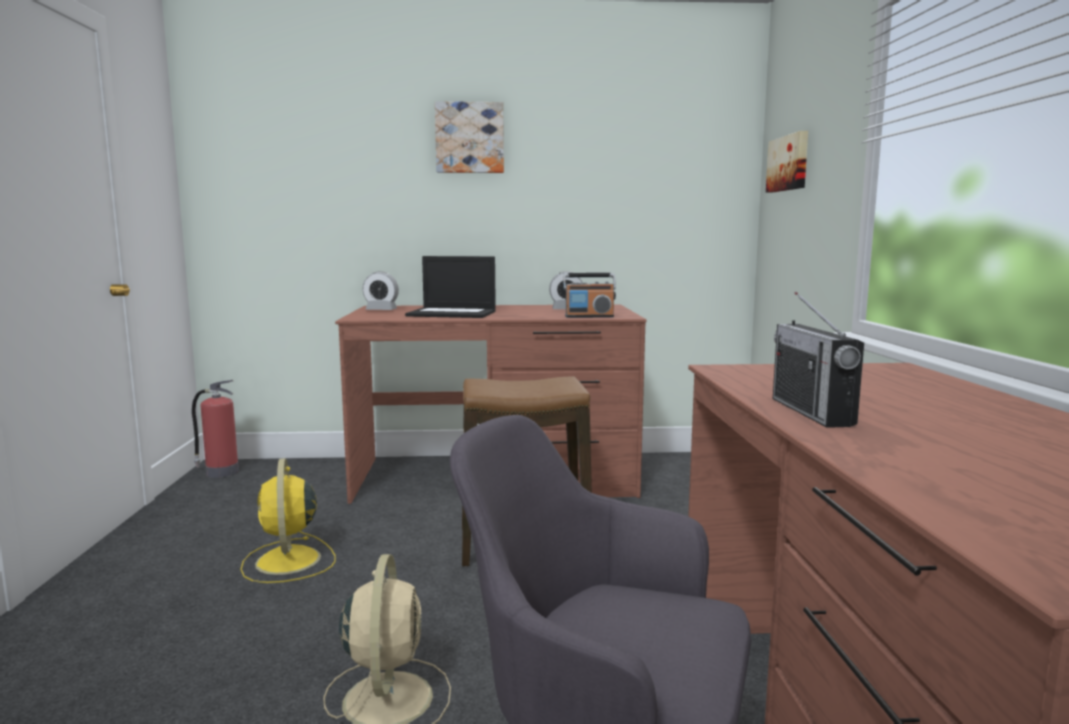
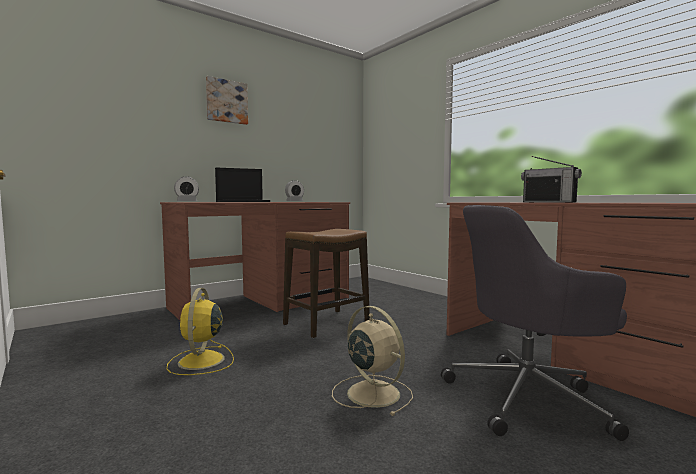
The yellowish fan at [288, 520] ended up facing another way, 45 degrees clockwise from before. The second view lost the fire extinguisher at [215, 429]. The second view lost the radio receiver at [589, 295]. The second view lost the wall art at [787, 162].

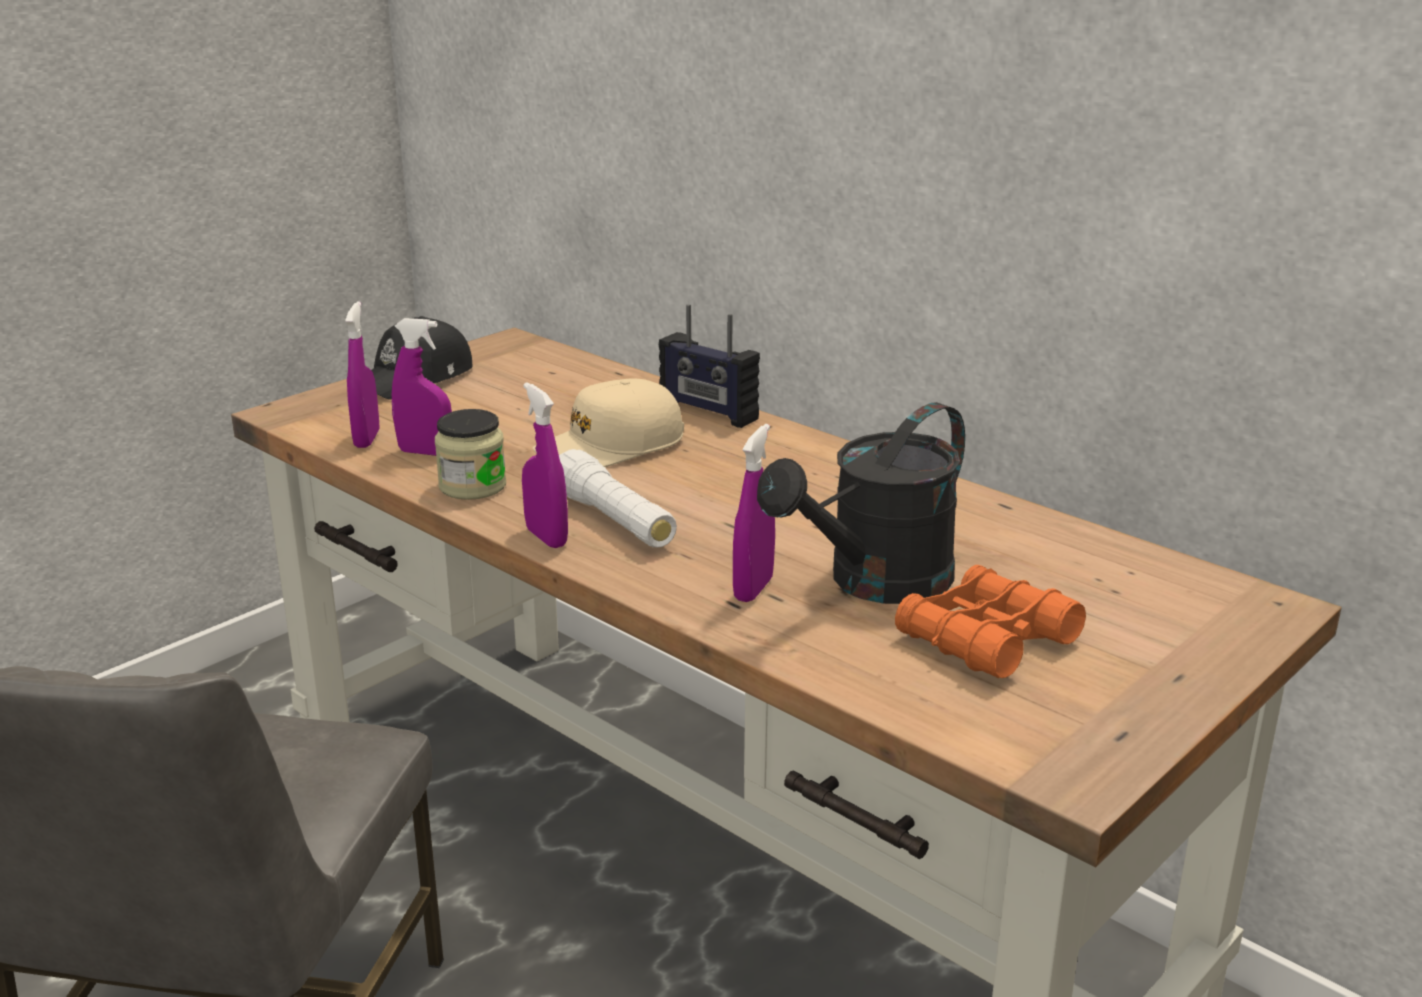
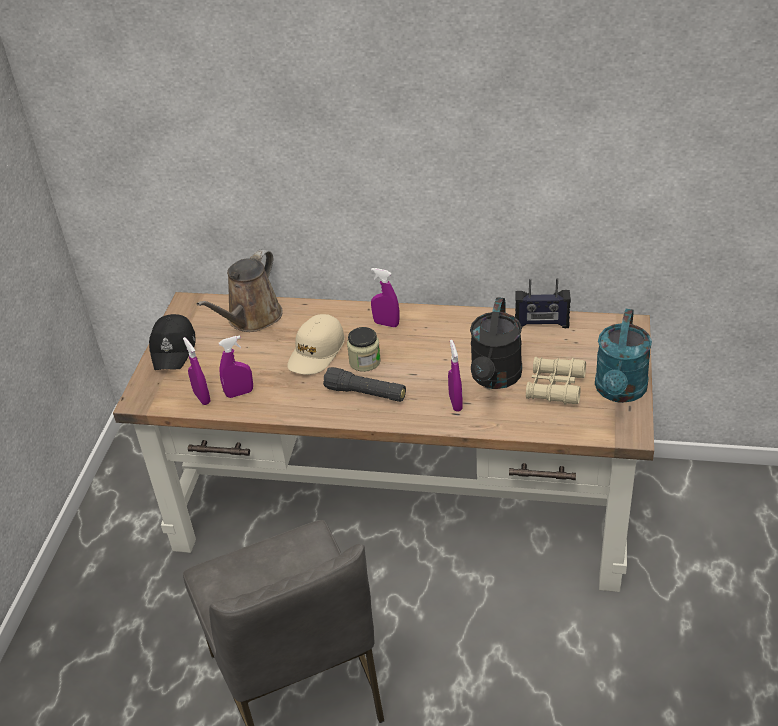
The second view gained the brown-coloured sprinkling can at [240, 291]. What was the white flashlight at [618, 498] turned into the black flashlight at [364, 384]. The storage jar ended up elsewhere, having gone from [470, 454] to [364, 349]. The purple hand sprayer ended up elsewhere, having gone from [545, 465] to [385, 297]. The radio receiver ended up elsewhere, having gone from [709, 366] to [543, 303]. What was the orange pair of binoculars at [990, 621] turned into the sand-coloured pair of binoculars at [556, 380]. The second view gained the turquoise sprinkling can at [623, 356].

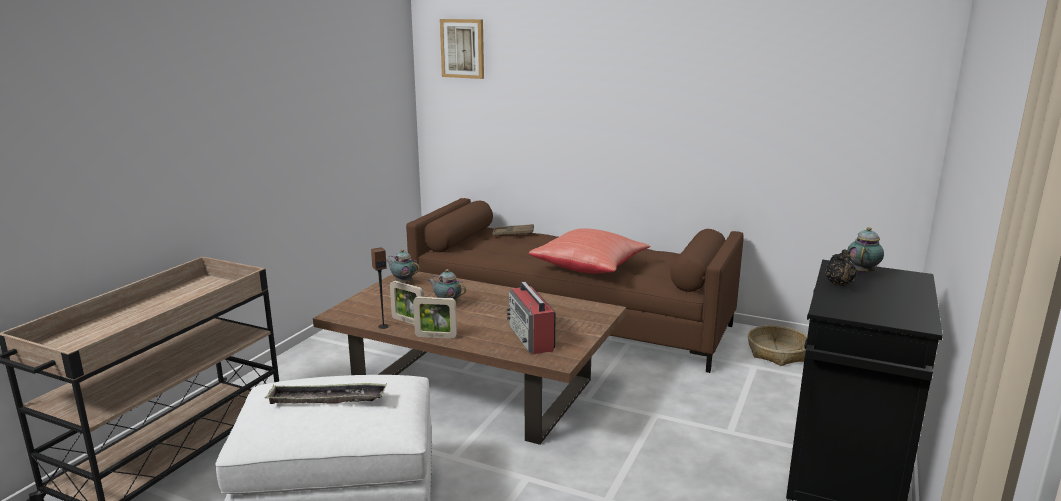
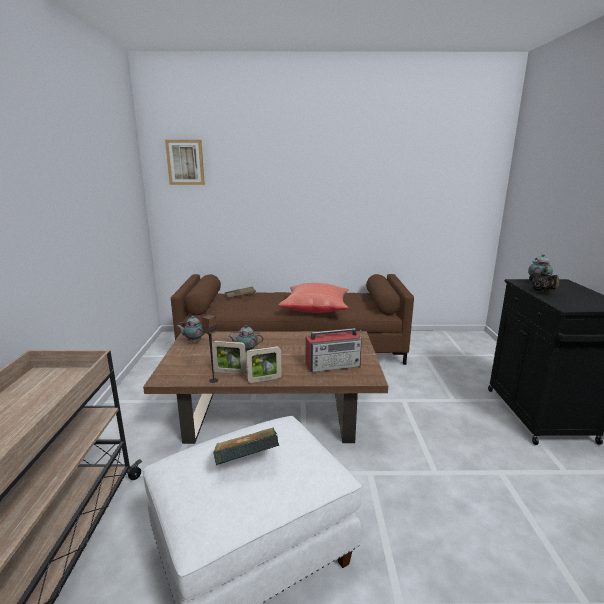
Where the tray stood at [326, 393], the bound book came to stand at [246, 446]. The radio receiver at [531, 318] ended up facing another way, 60 degrees counterclockwise from before. The second view lost the household basket at [778, 345].

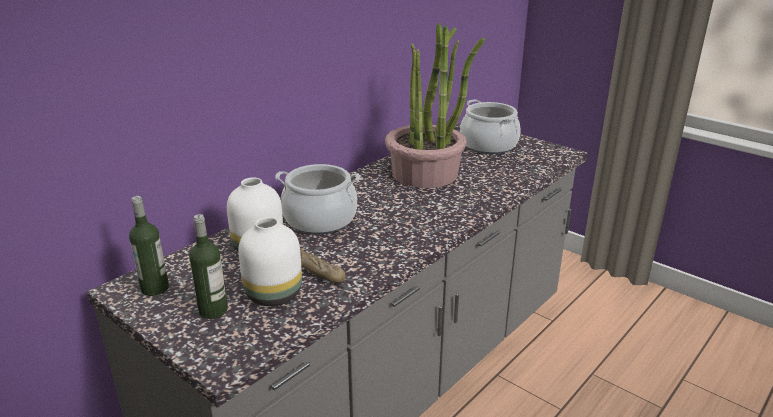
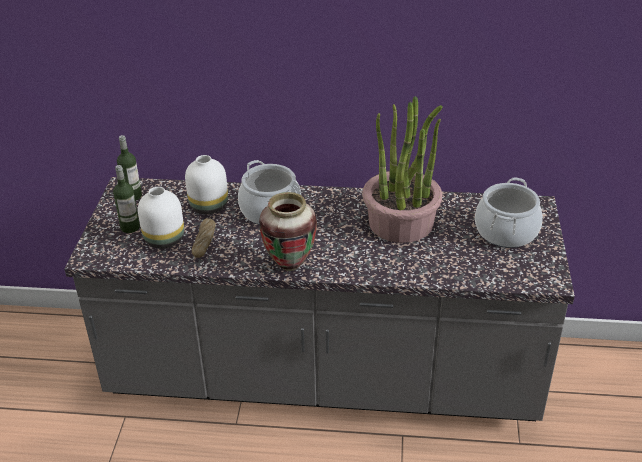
The second view gained the flower vase at [288, 231].

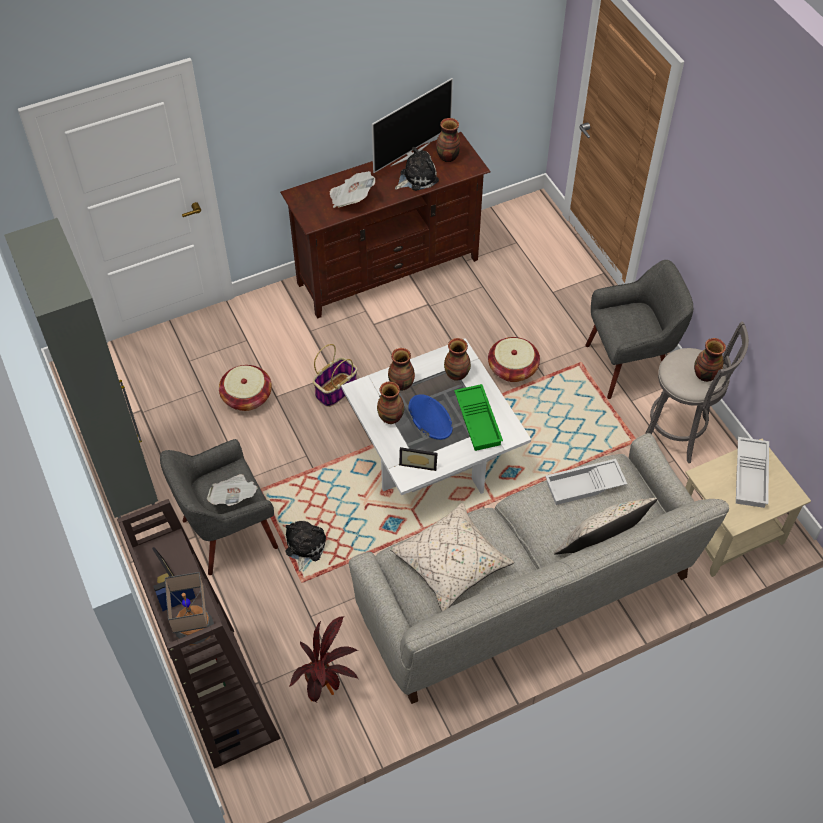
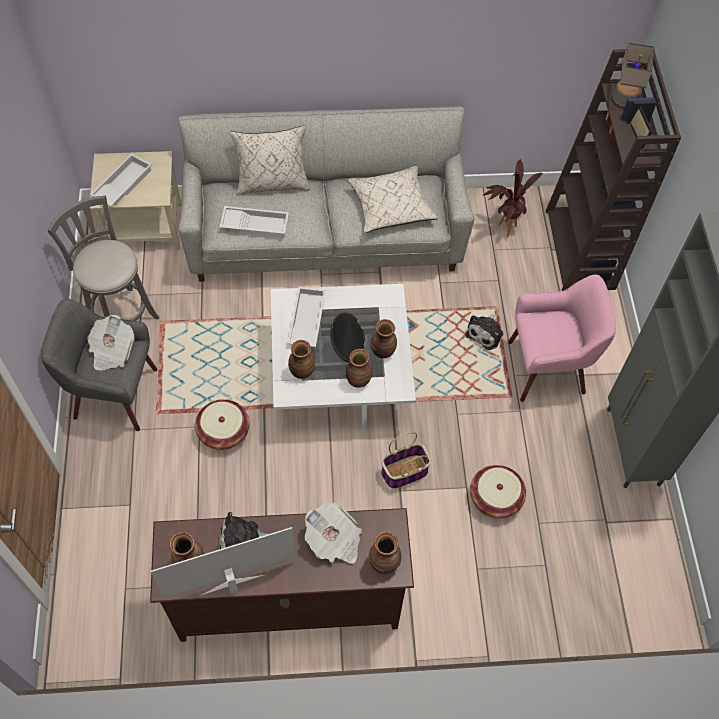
The newspaper ended up elsewhere, having gone from [232, 490] to [110, 342]. What was the green tray at [478, 417] turned into the white tray at [306, 316]. What was the blue-coloured wearable hat at [430, 417] turned into the black wearable hat at [347, 338]. The flower vase ended up elsewhere, having gone from [710, 360] to [385, 553]. What was the grey armchair at [219, 507] turned into the pink armchair at [562, 338]. The second view lost the standing frame at [418, 459].

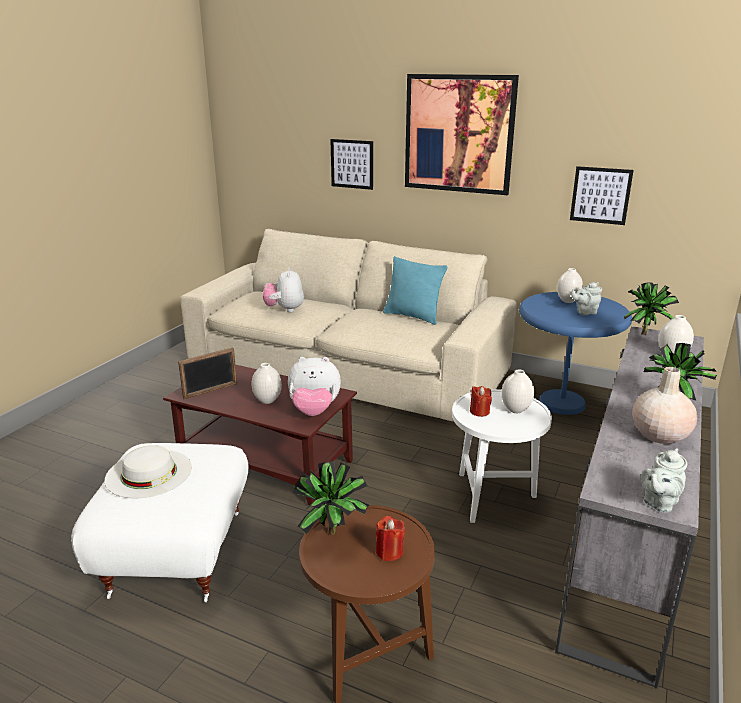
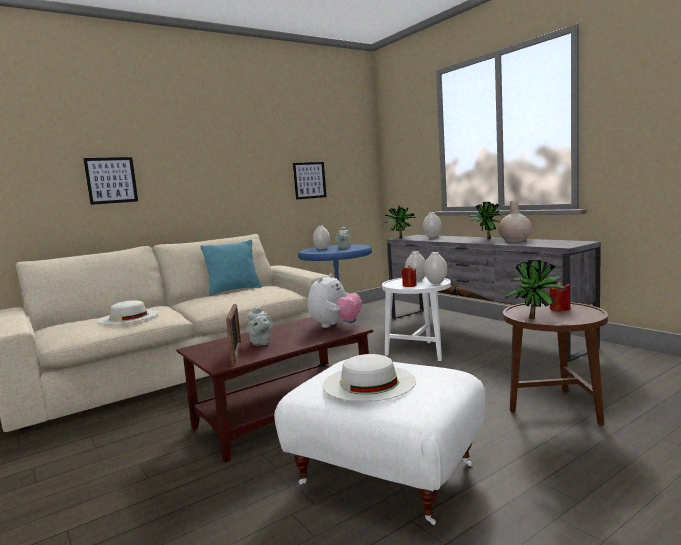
Where the cuddly toy stood at [283, 290], the white wearable hat came to stand at [128, 312]. The grey teapot ended up elsewhere, having gone from [664, 480] to [260, 326]. The white flower vase ended up elsewhere, having gone from [266, 383] to [435, 268]. The second view lost the wall art at [462, 134].

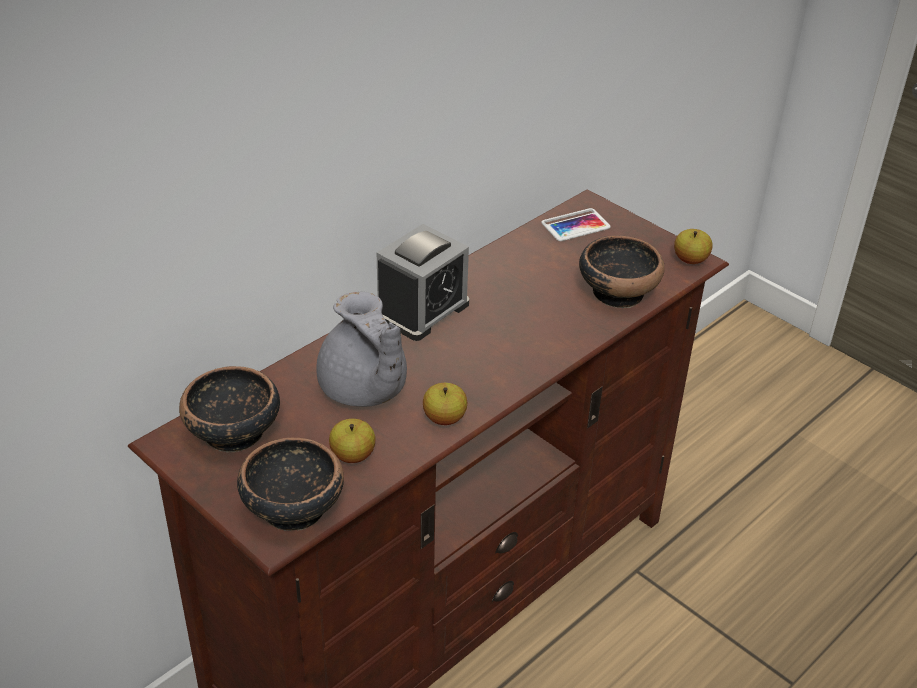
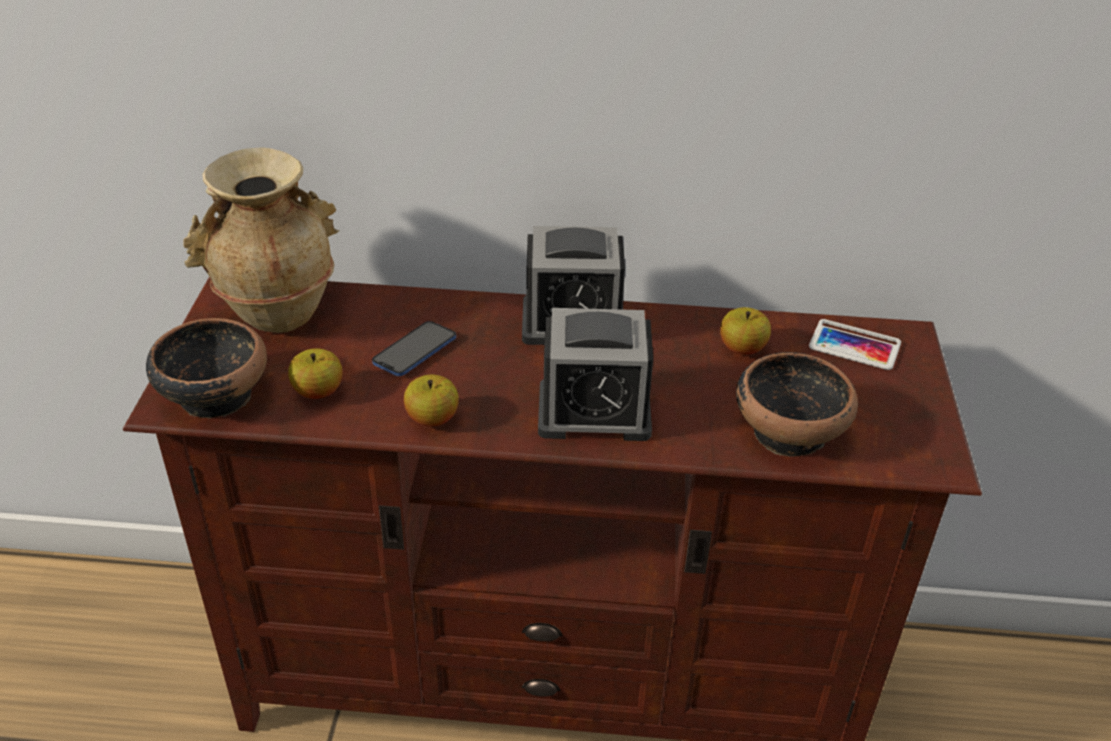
Where the serving bowl stood at [229, 409], the sand-coloured flower vase came to stand at [261, 240]. Where the grey teapot stood at [361, 349], the phone came to stand at [414, 348]. The second view gained the alarm clock at [595, 374]. The apple ended up elsewhere, having gone from [693, 246] to [745, 331].

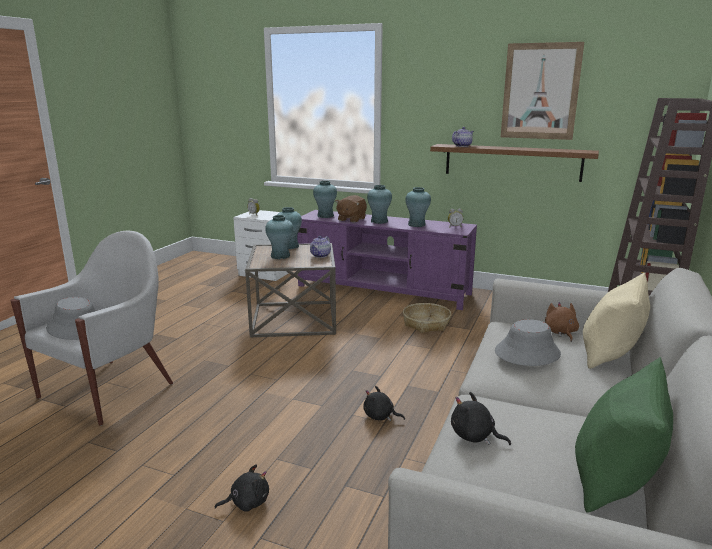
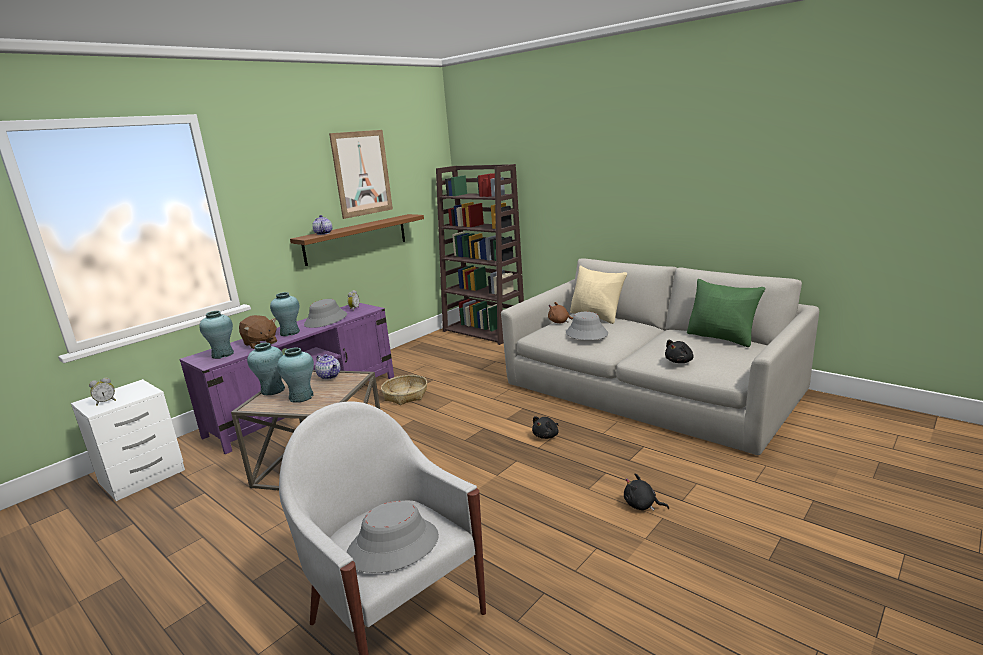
Where the turquoise flower vase stood at [418, 207], the grey wearable hat came to stand at [325, 313]. The black cuddly toy at [242, 488] ended up facing another way, 60 degrees counterclockwise from before.

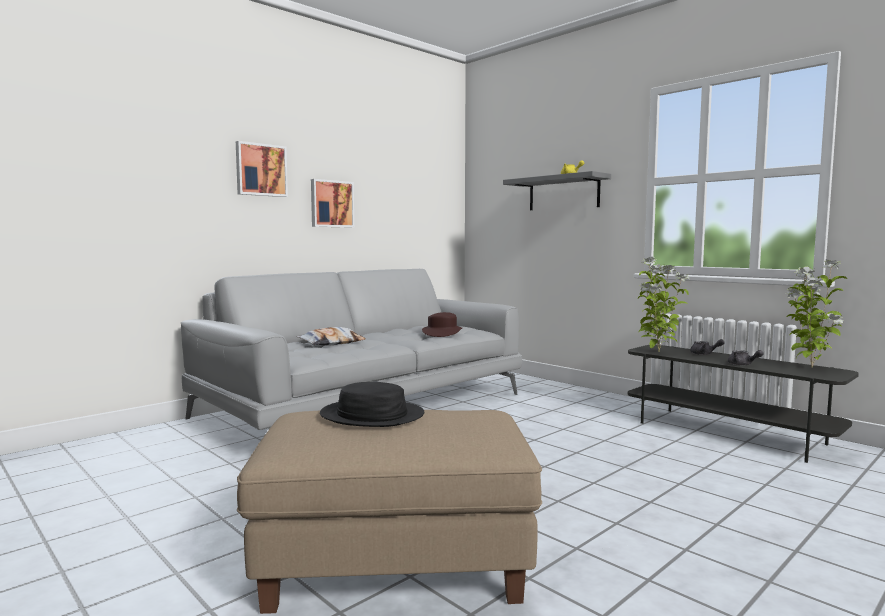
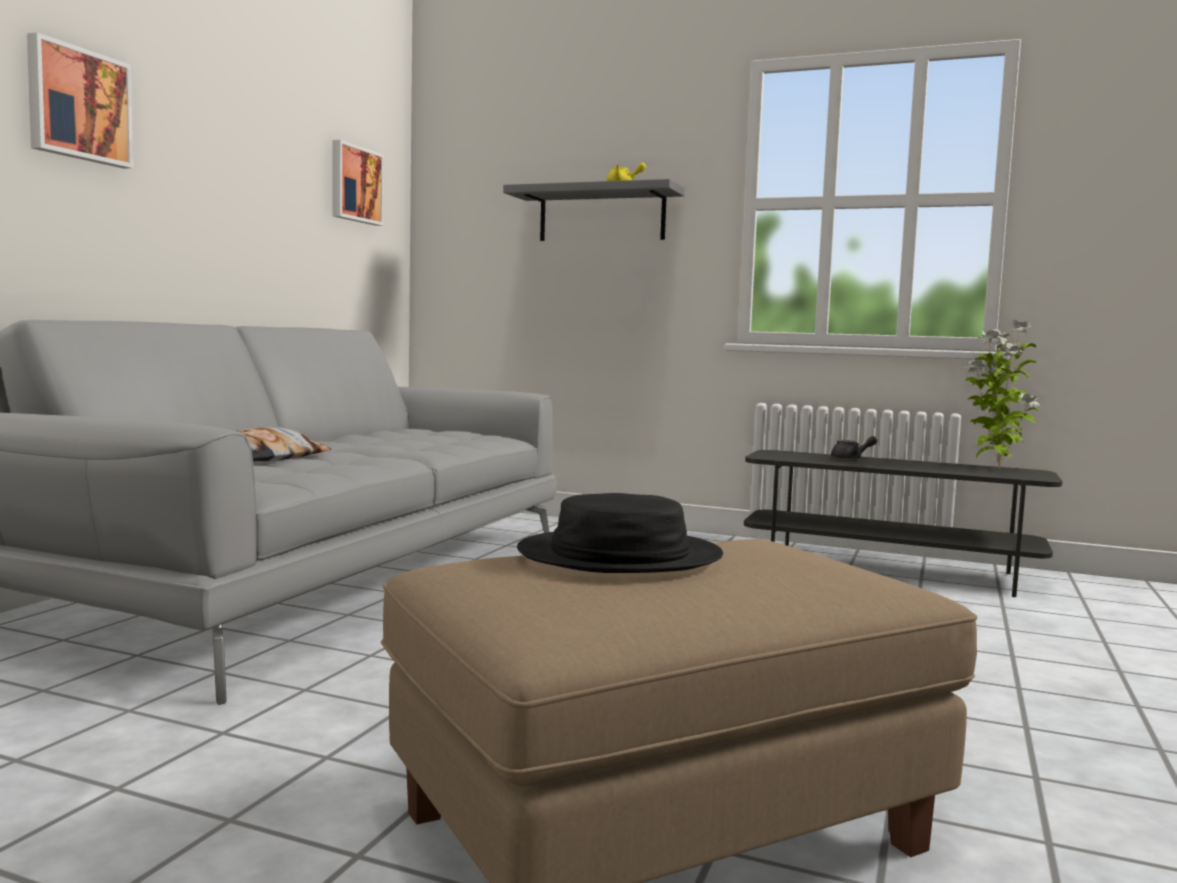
The wall art ended up elsewhere, having gone from [332, 203] to [358, 183]. The second view lost the brown-coloured wearable hat at [442, 324]. The second view lost the plant in a pot at [663, 304]. The second view lost the grey teapot at [746, 358].

